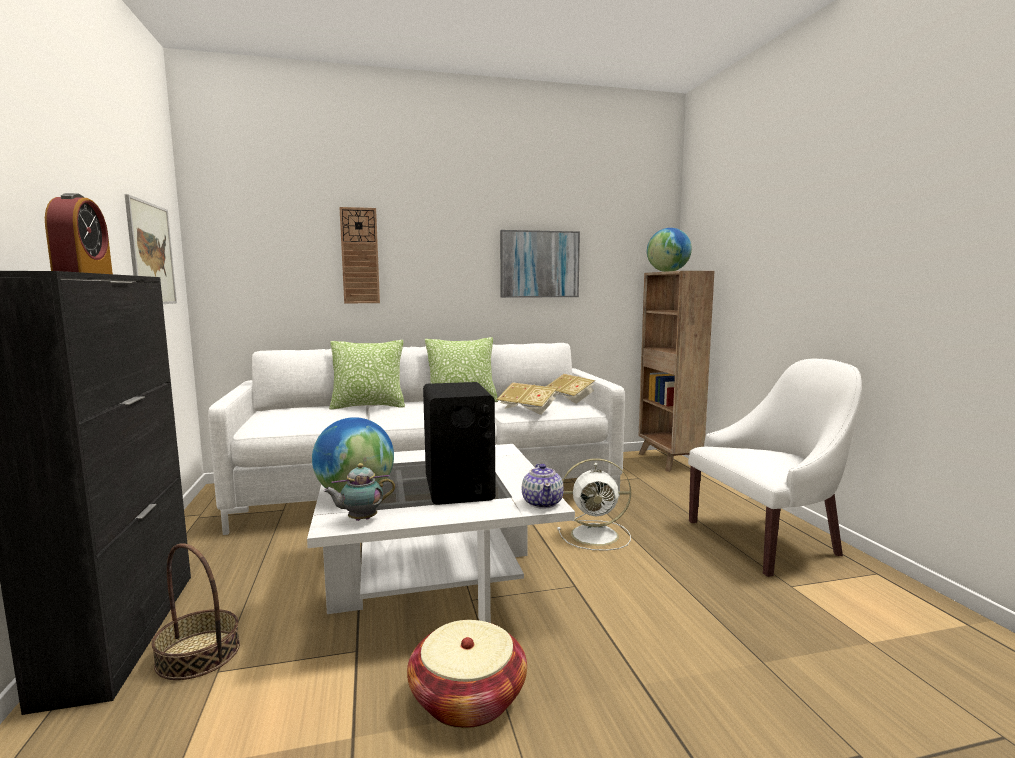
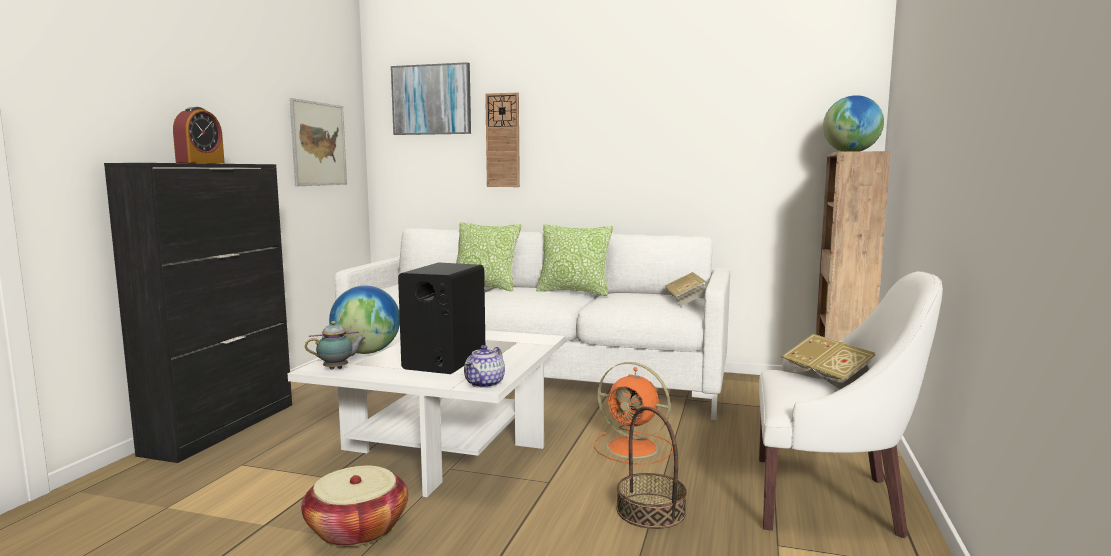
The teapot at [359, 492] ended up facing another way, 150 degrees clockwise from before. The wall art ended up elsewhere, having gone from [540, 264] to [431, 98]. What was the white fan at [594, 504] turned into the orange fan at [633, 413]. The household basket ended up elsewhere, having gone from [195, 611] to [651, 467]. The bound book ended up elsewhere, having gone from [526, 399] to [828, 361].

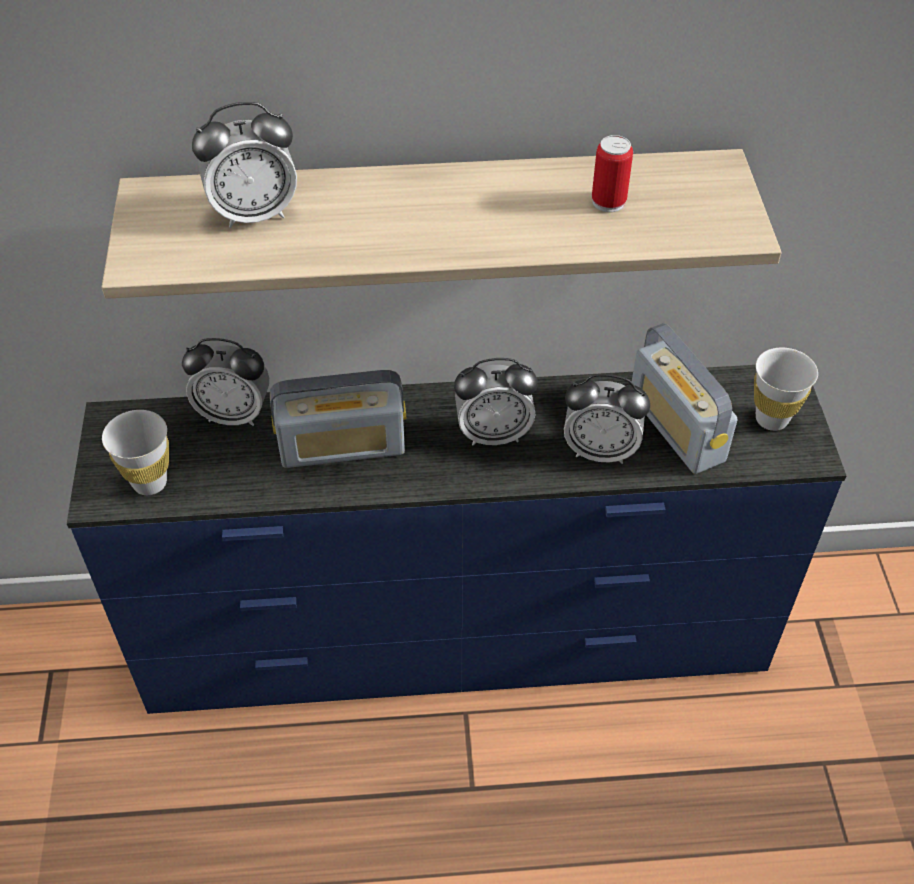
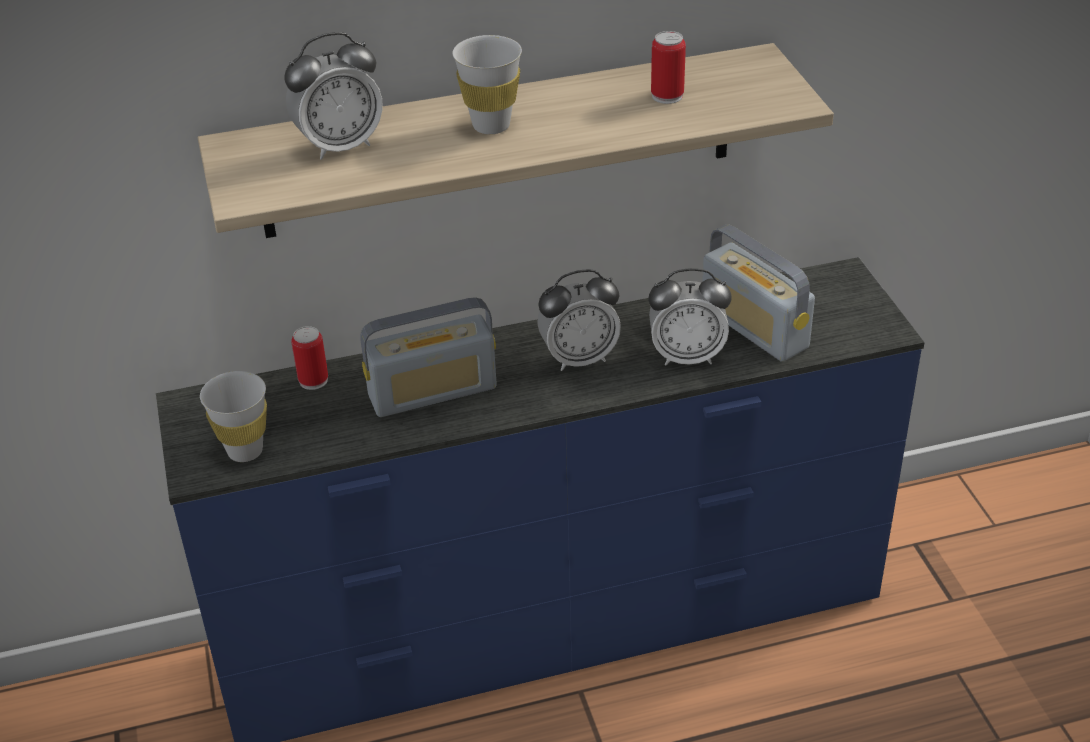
Where the alarm clock stood at [225, 382], the sealed can came to stand at [309, 358]. The white drinking cup ended up elsewhere, having gone from [786, 389] to [487, 84].

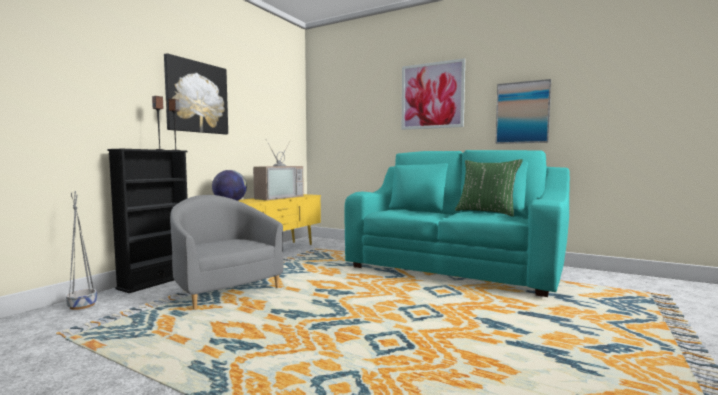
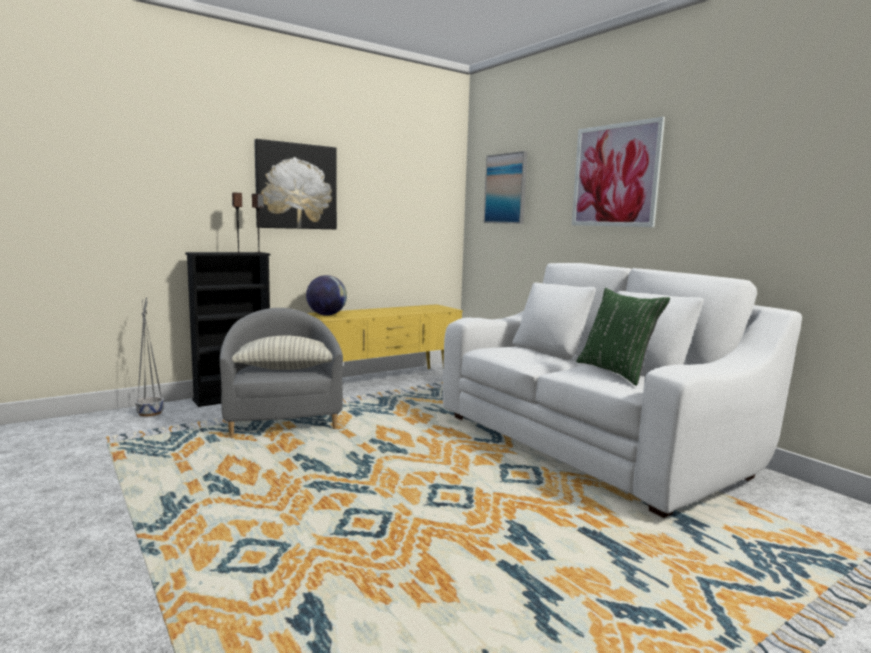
The second view gained the pillow at [282, 352]. What was the turquoise settee at [457, 223] turned into the white settee at [622, 390]. The wall art ended up elsewhere, having gone from [523, 111] to [505, 187]. The second view lost the TV at [278, 170].

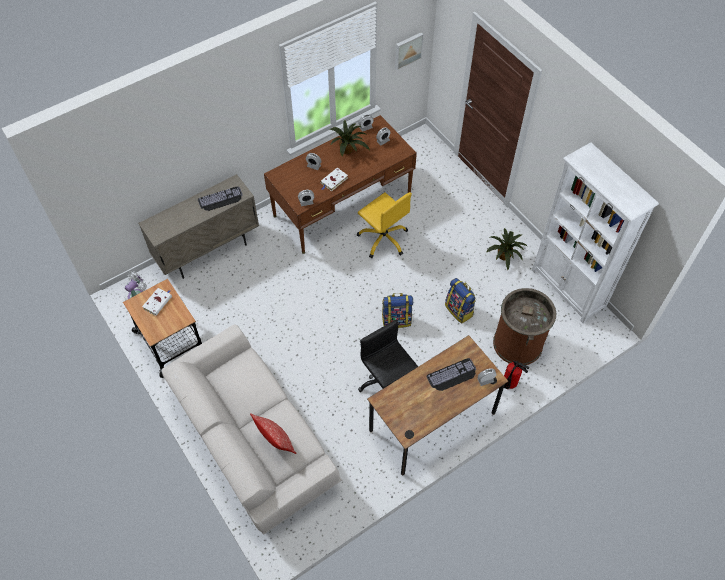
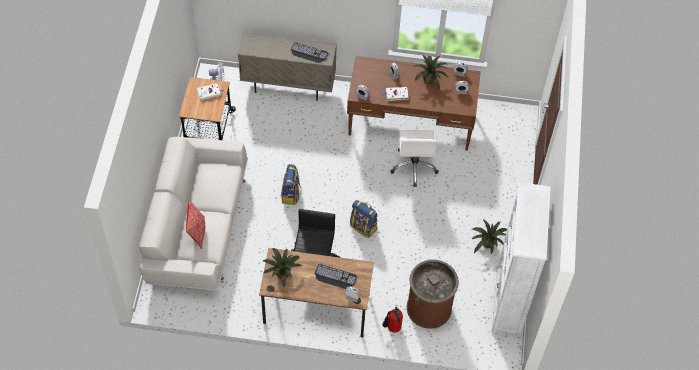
The second view gained the plant in a pot at [282, 268]. The rucksack ended up elsewhere, having gone from [460, 300] to [291, 184]. What was the yellowish office chair at [384, 225] turned into the white office chair at [414, 158]. The second view lost the wall art at [409, 51].

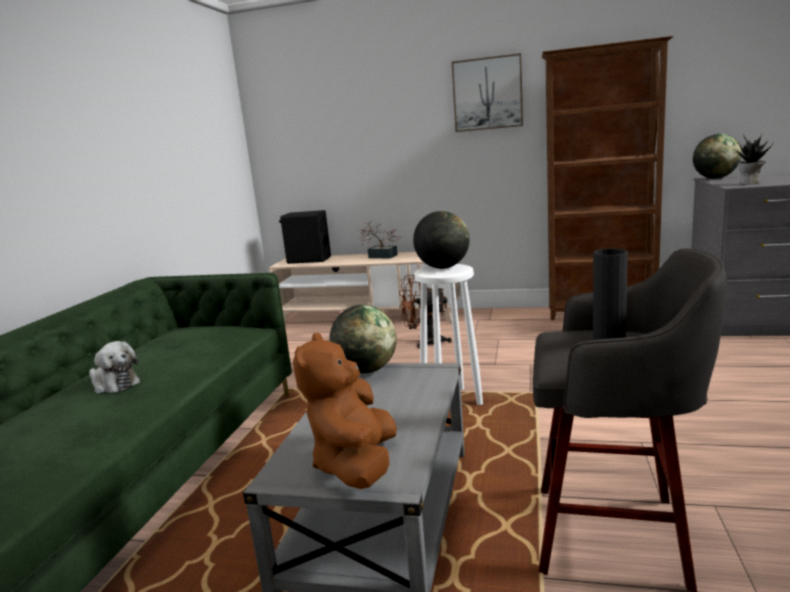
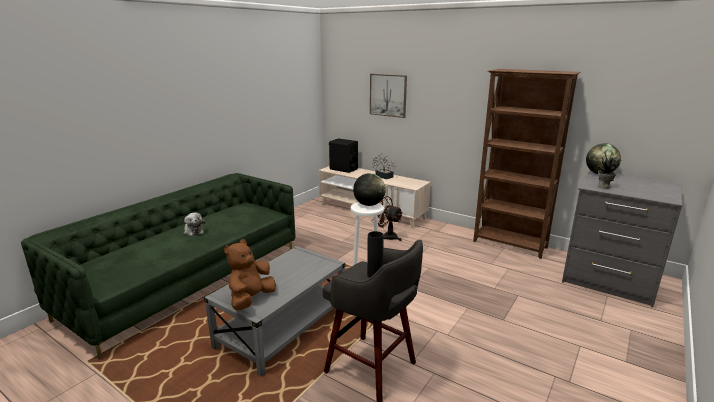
The wall art ended up elsewhere, having gone from [487, 92] to [388, 96]. The second view lost the world globe at [363, 339].

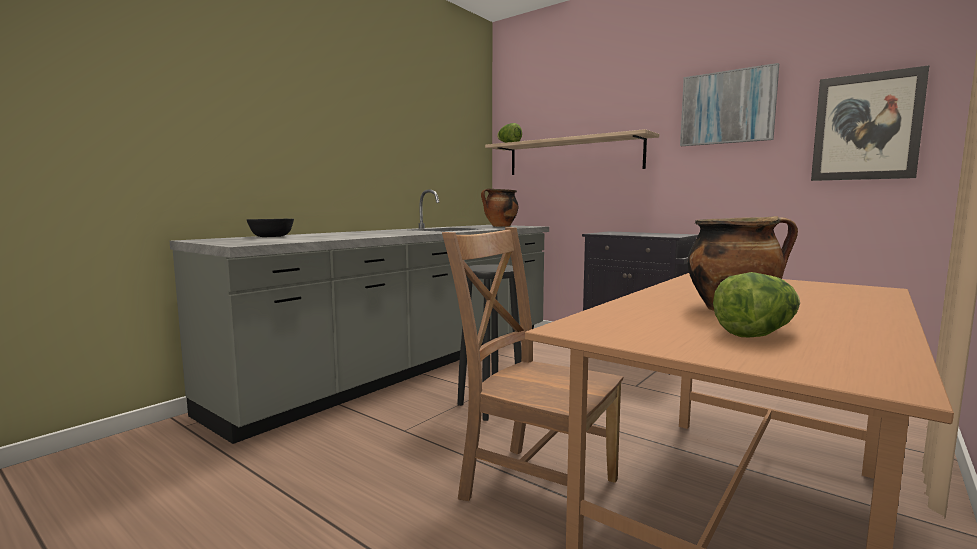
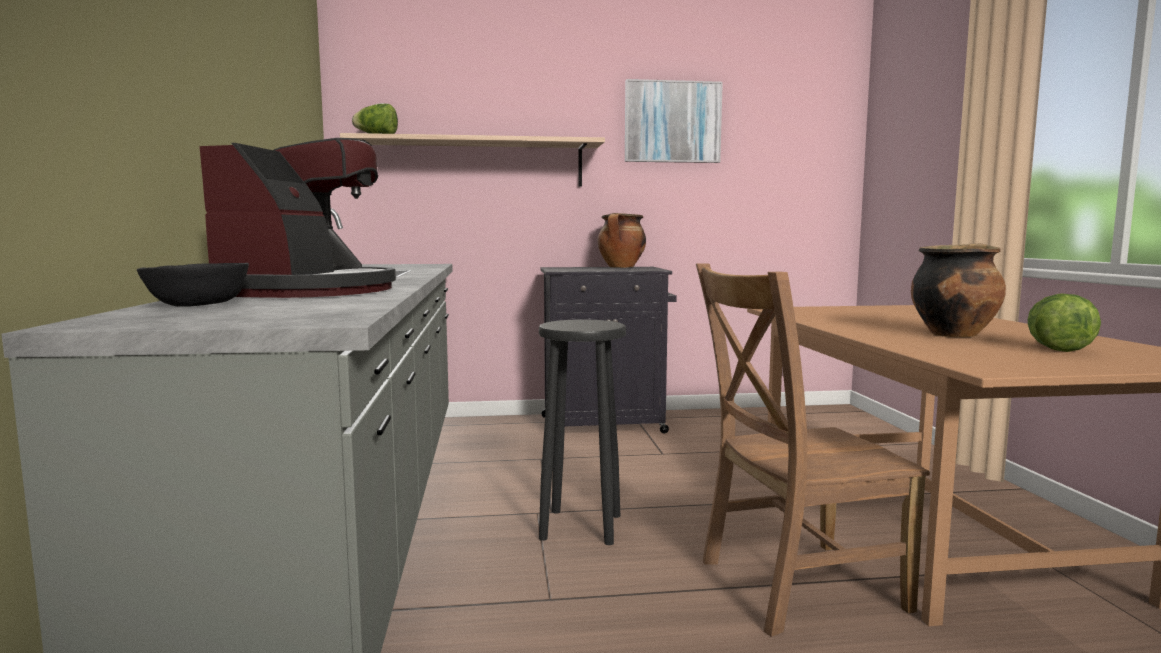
The second view gained the coffee machine at [297, 218]. The saucepot ended up elsewhere, having gone from [499, 208] to [621, 240]. The second view lost the wall art at [870, 123].

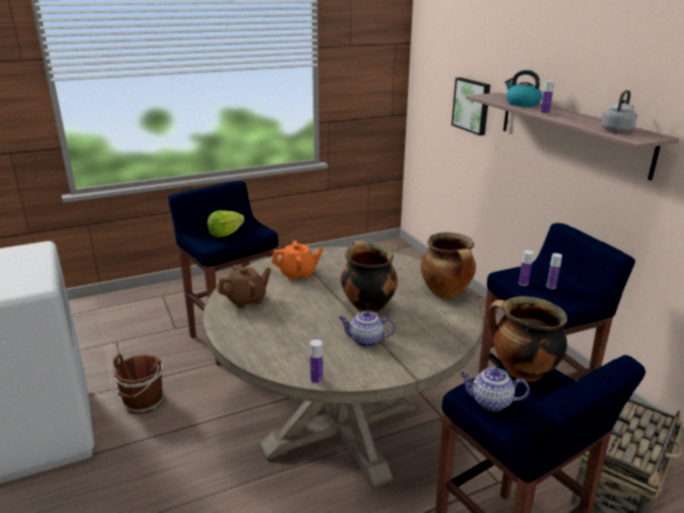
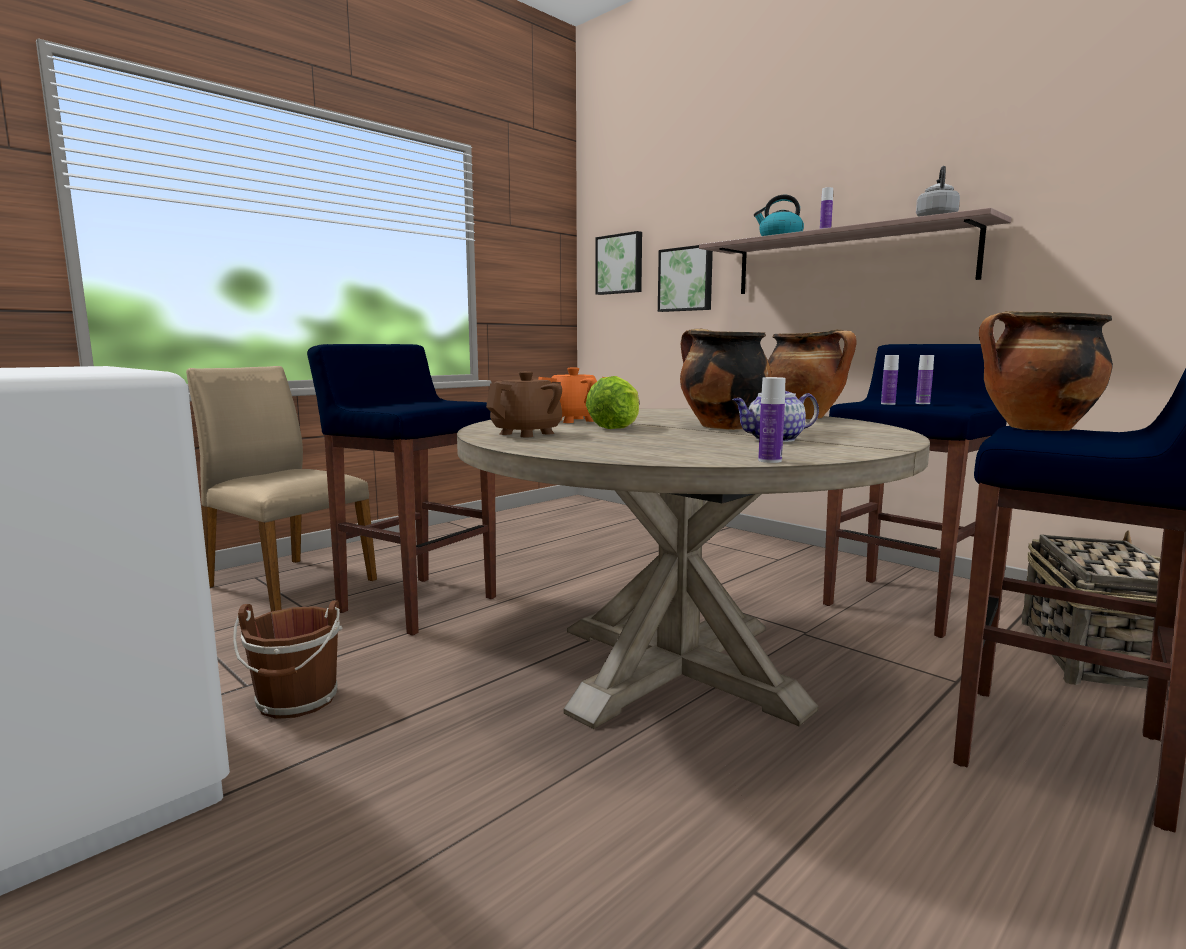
The second view gained the sand-coloured chair at [281, 489]. The lettuce head ended up elsewhere, having gone from [226, 224] to [612, 402]. The second view gained the wall art at [619, 263]. The second view lost the teapot at [495, 389].

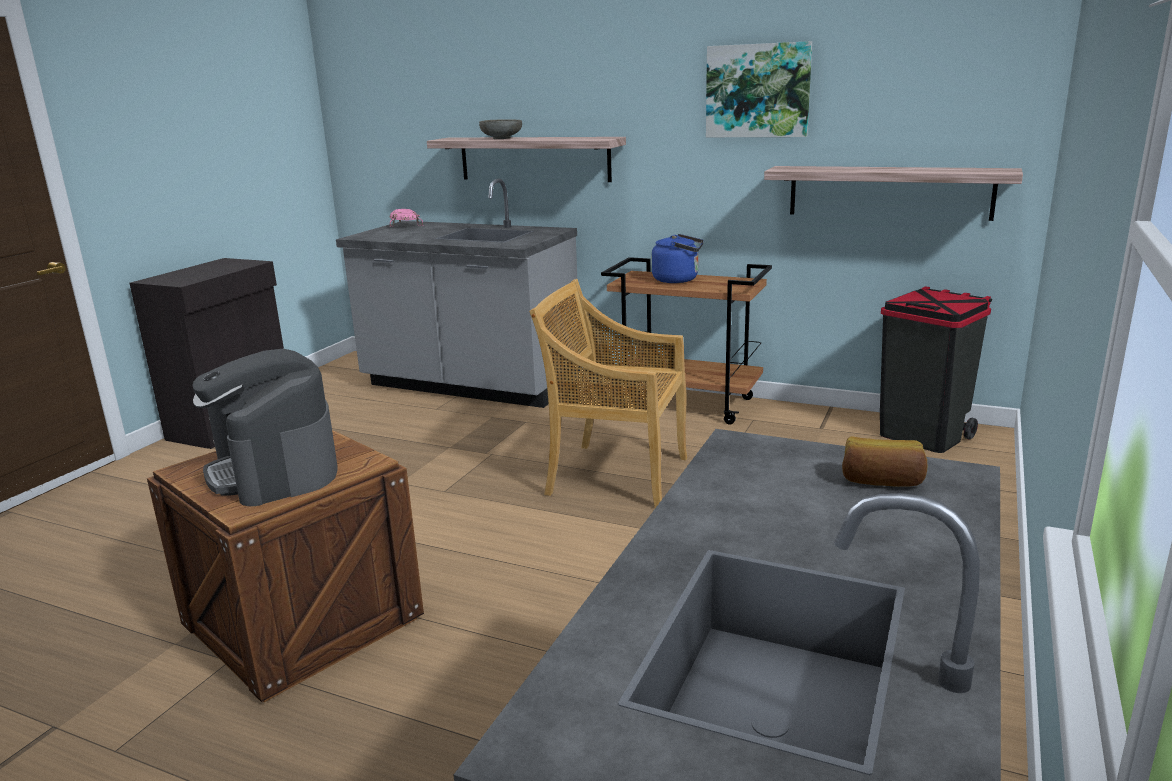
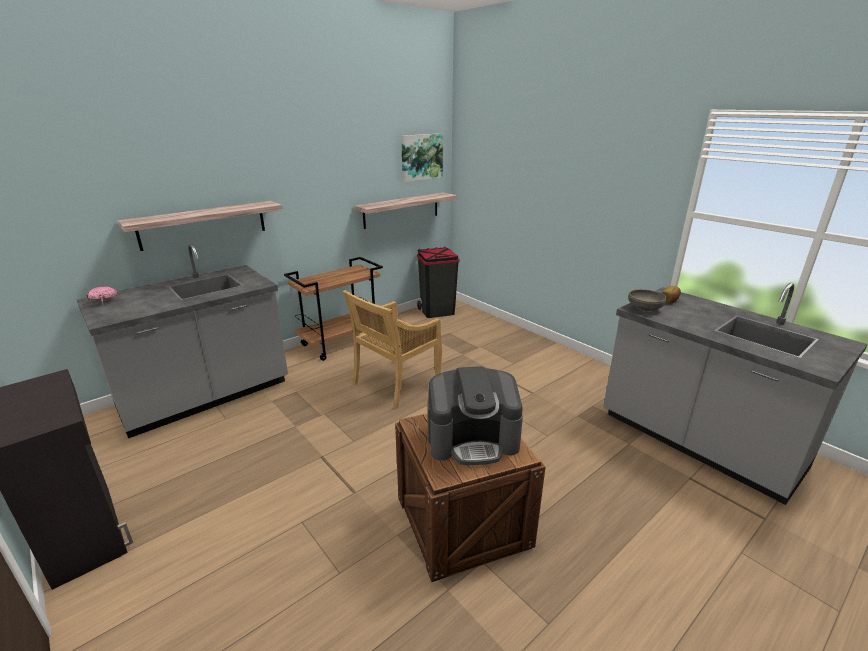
The wall art ended up elsewhere, having gone from [759, 89] to [422, 157]. The grey serving bowl ended up elsewhere, having gone from [500, 129] to [647, 300]. The second view lost the blue-coloured kettle at [678, 258].

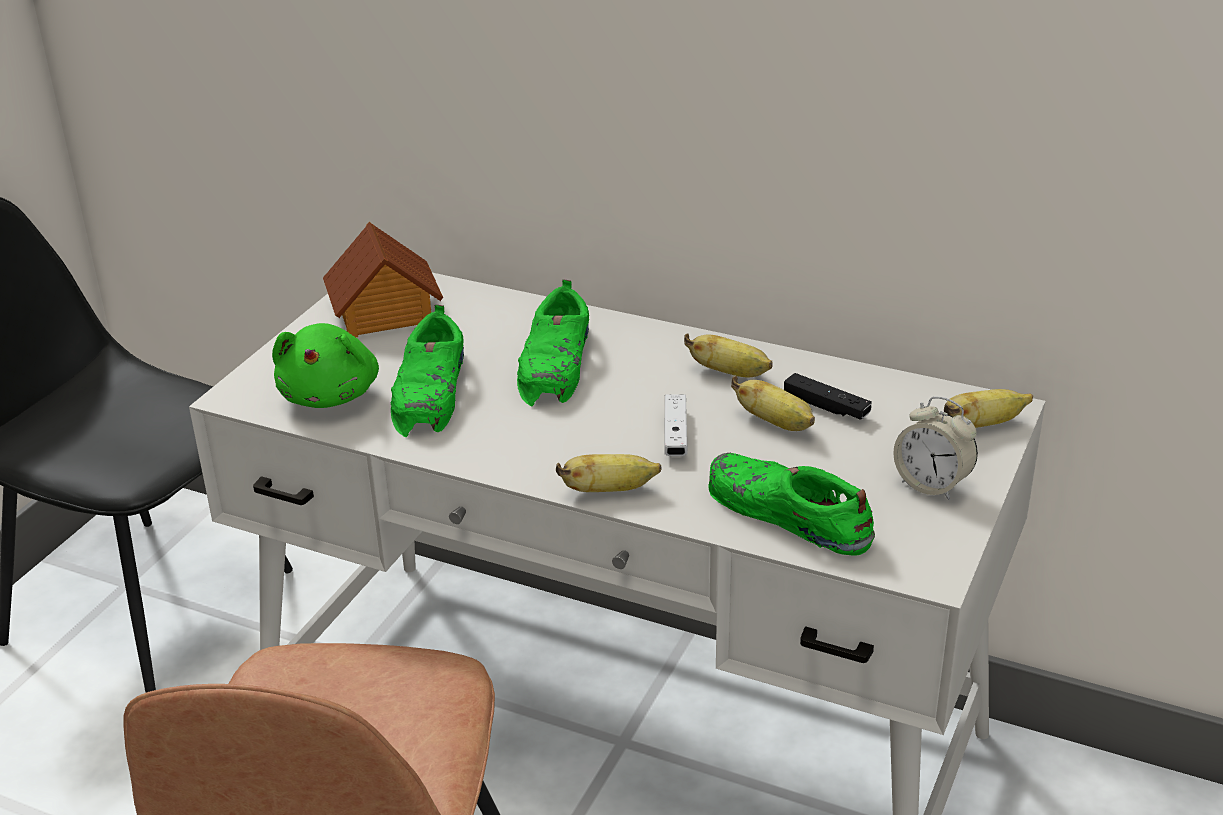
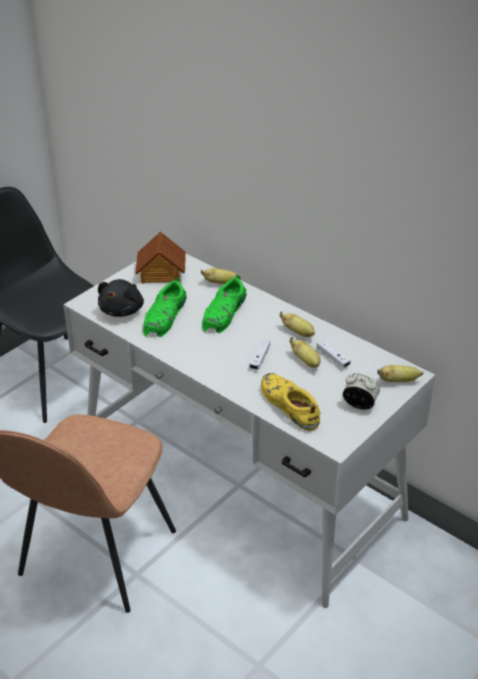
What was the green cuddly toy at [325, 365] turned into the black cuddly toy at [121, 298]. The whole banana ended up elsewhere, having gone from [609, 473] to [221, 276]. What was the green item of footwear at [792, 504] turned into the yellowish item of footwear at [290, 402]. What was the black gamepad at [828, 396] turned into the white gamepad at [334, 353]. The alarm clock at [935, 448] ended up facing another way, 150 degrees clockwise from before.

